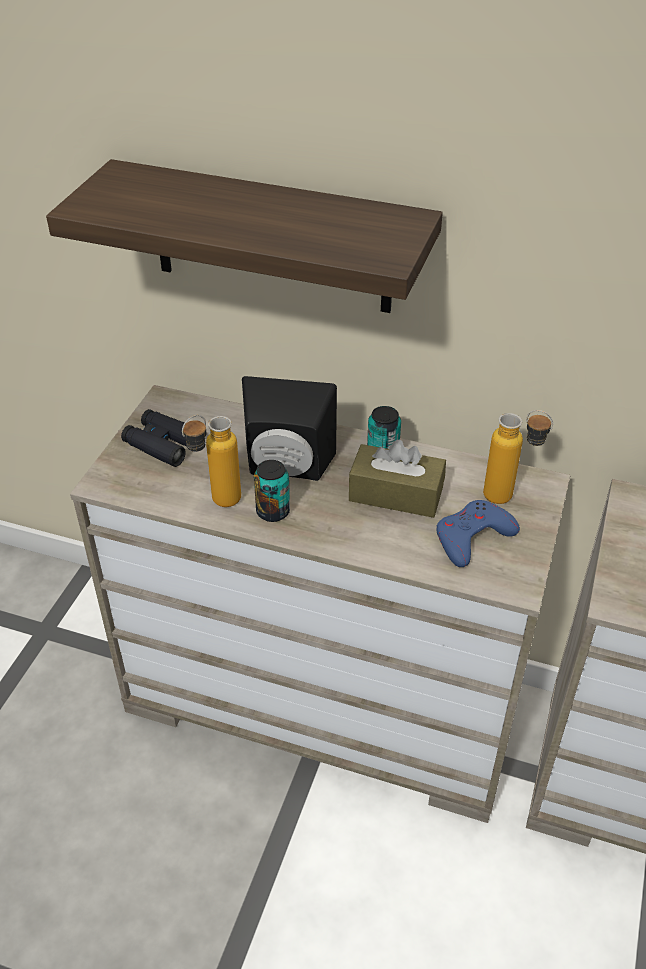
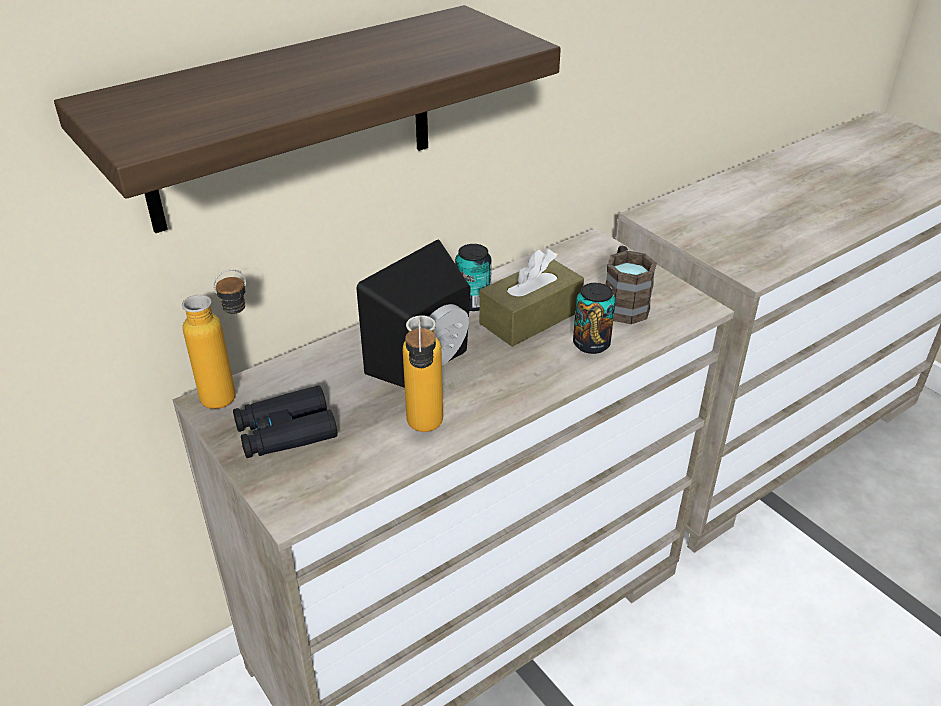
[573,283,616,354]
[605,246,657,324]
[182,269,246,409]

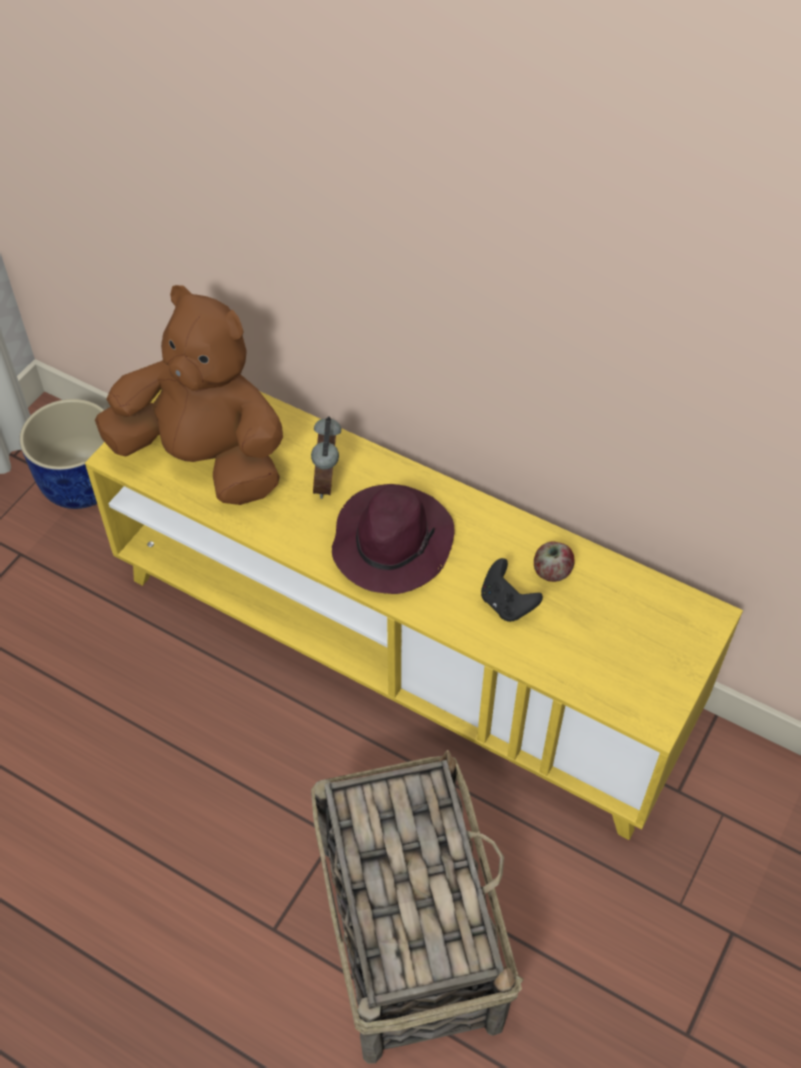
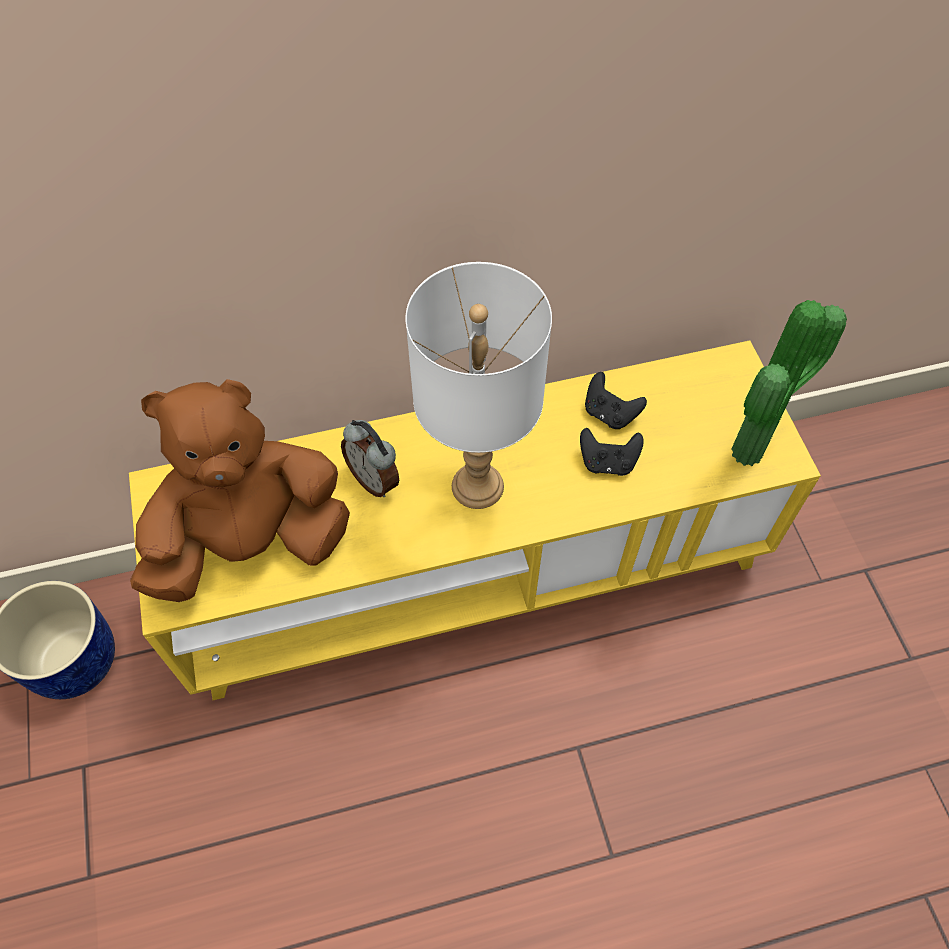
[311,750,524,1064] (first image)
[406,262,552,509]
[585,372,647,429]
[731,300,847,466]

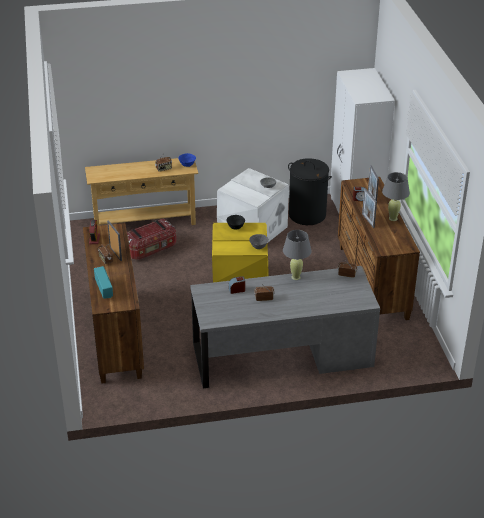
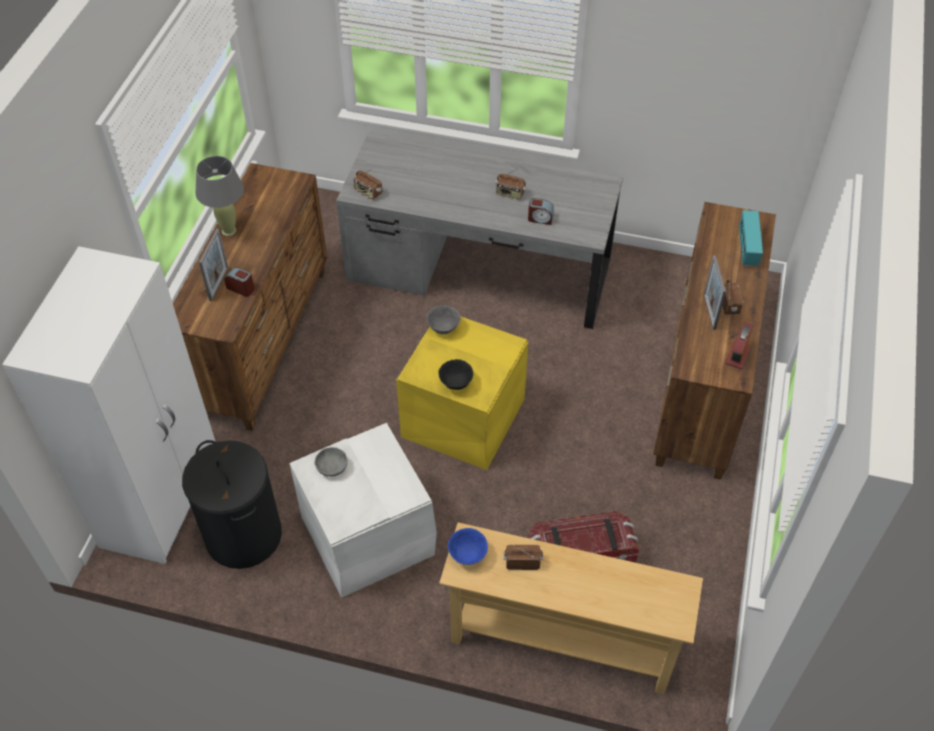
[283,230,312,280] (first image)
[362,188,377,228] (first image)

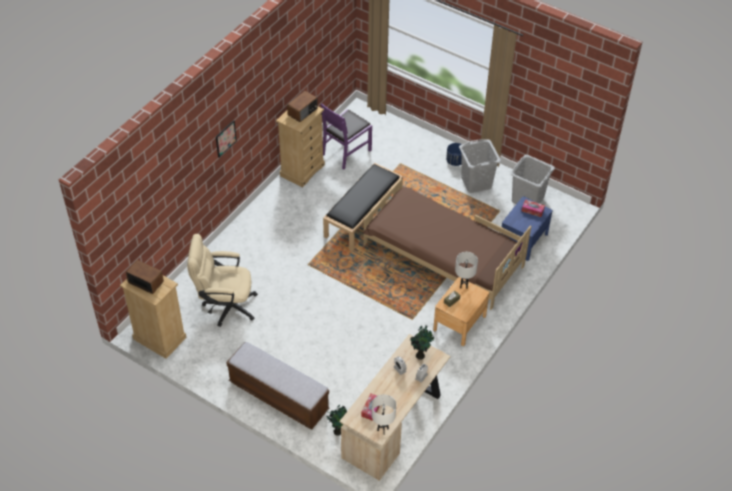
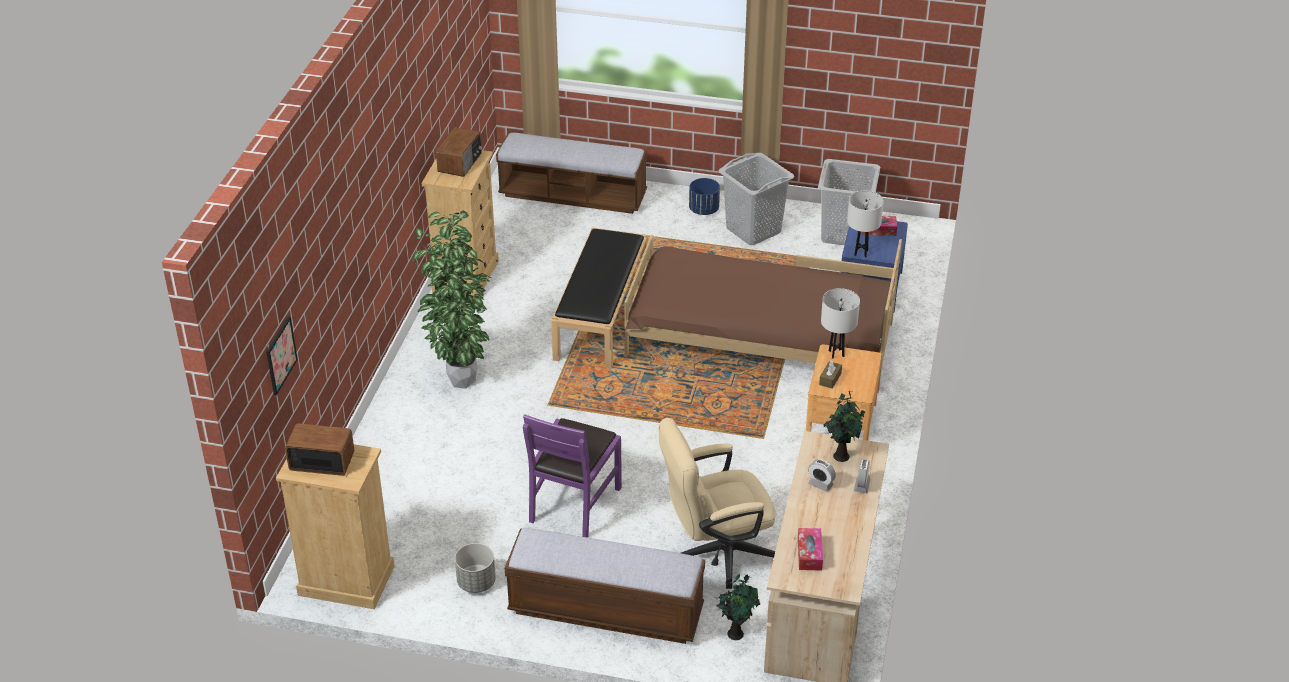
[659,418,776,589]
[266,317,298,395]
[523,414,622,538]
[847,191,884,257]
[413,210,492,389]
[455,543,496,593]
[496,132,647,214]

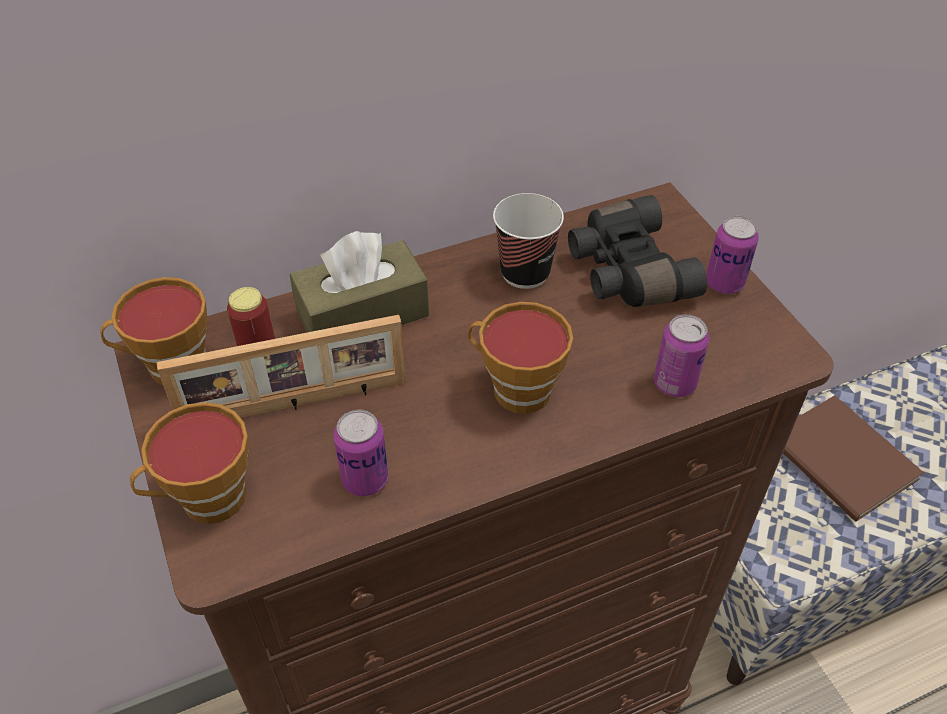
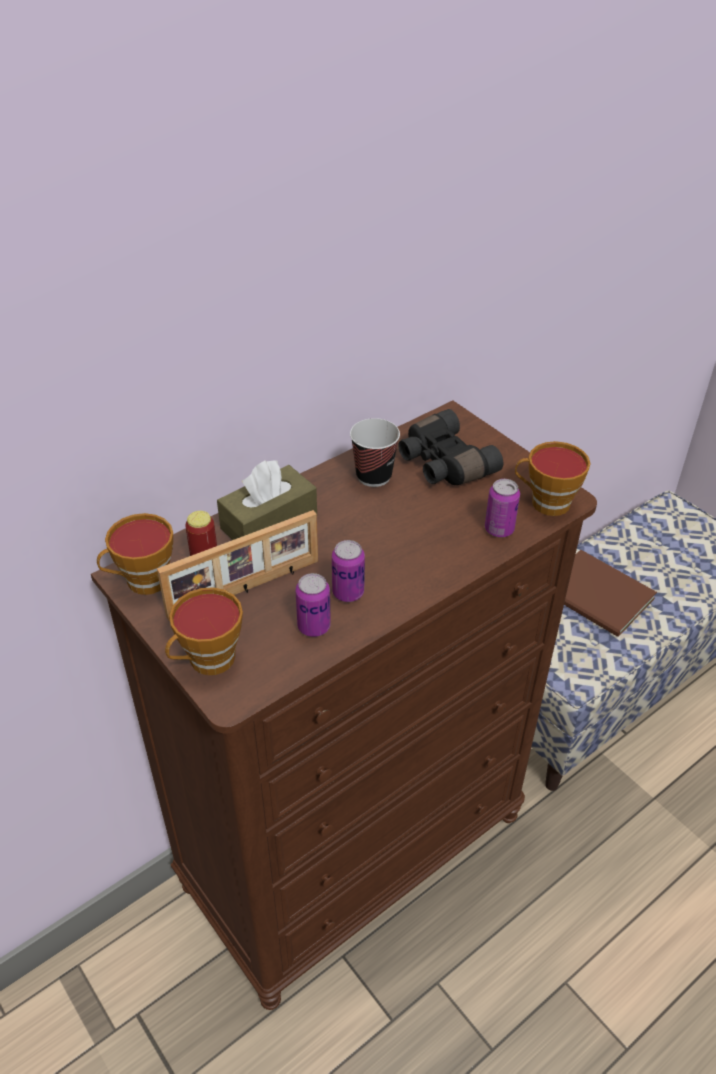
[515,441,590,516]
[332,540,365,602]

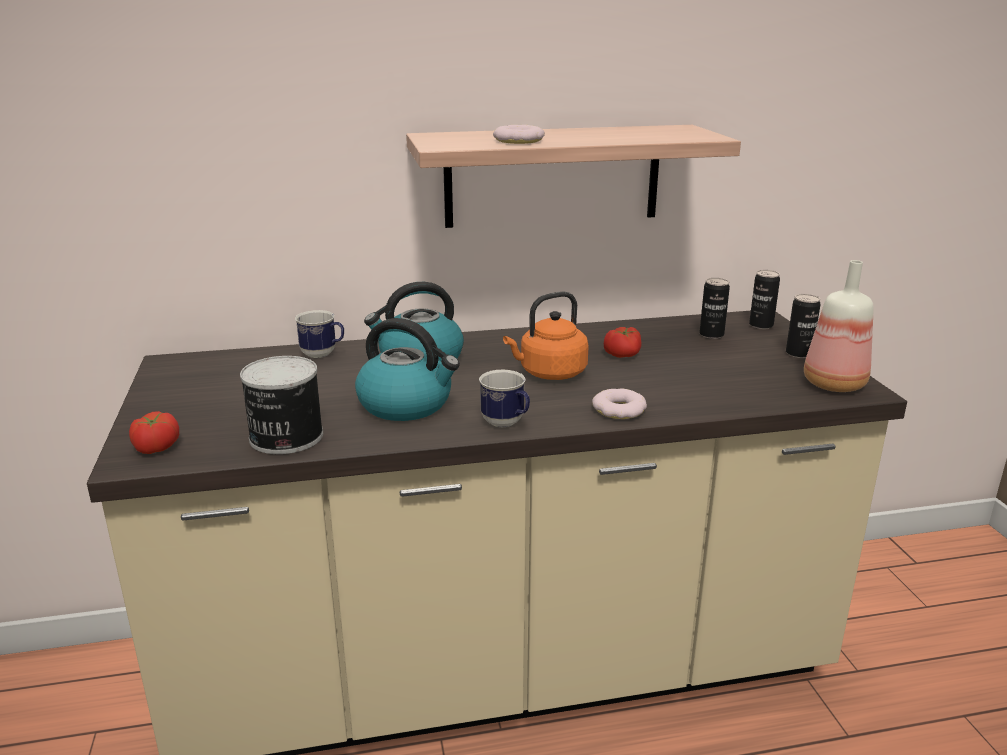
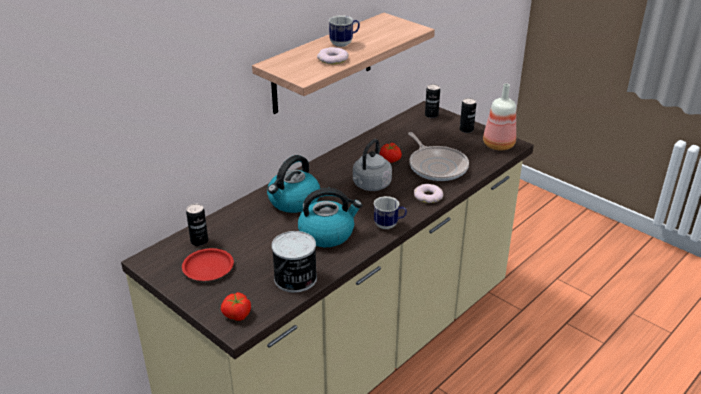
[328,15,360,47]
[353,139,392,191]
[186,204,208,246]
[182,248,234,281]
[408,132,469,181]

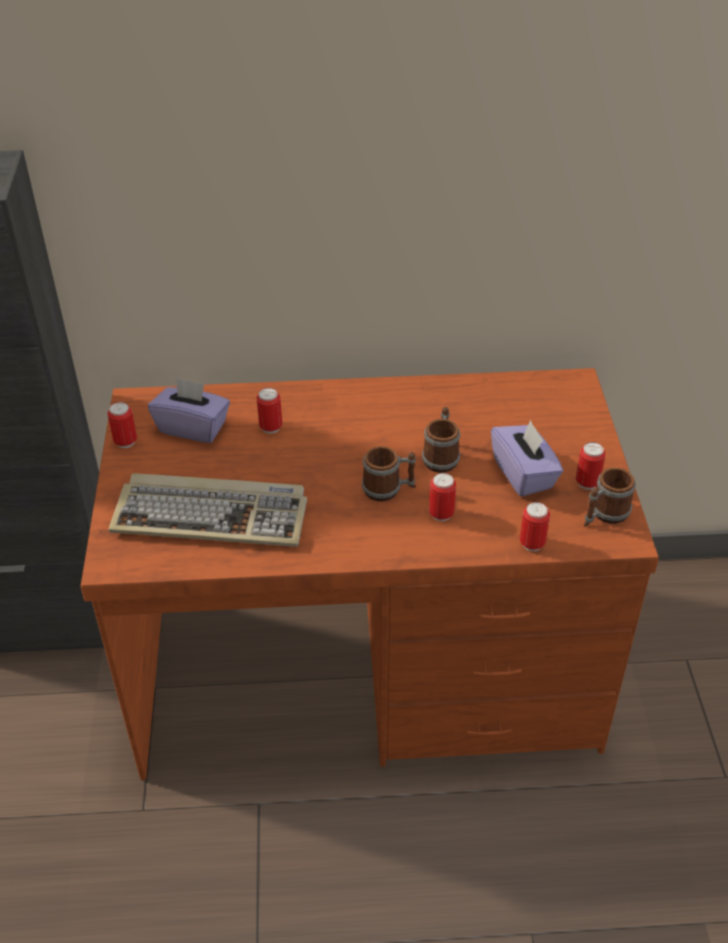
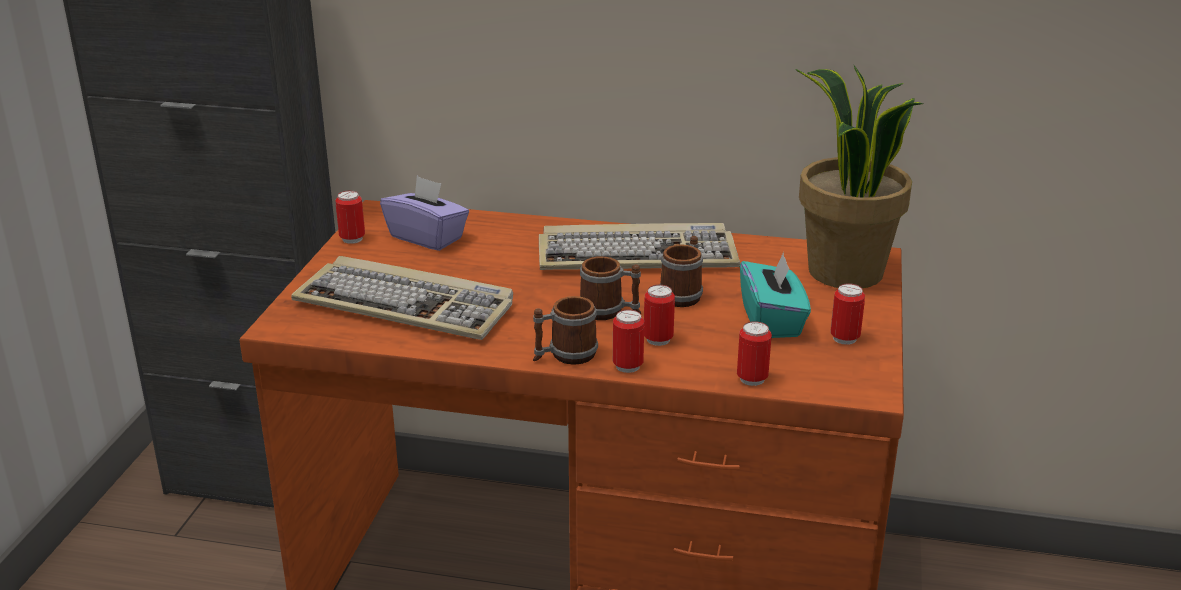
[613,309,644,373]
[740,252,811,338]
[533,296,598,365]
[539,223,740,270]
[795,66,924,288]

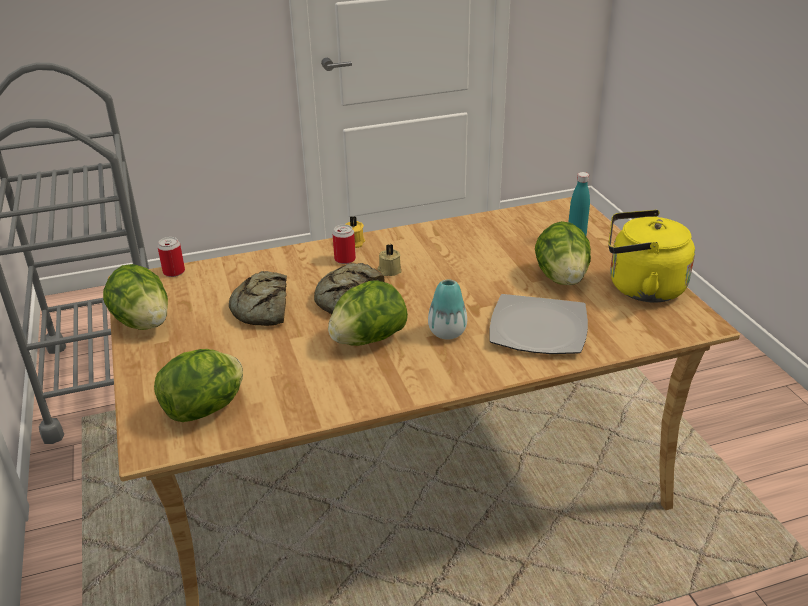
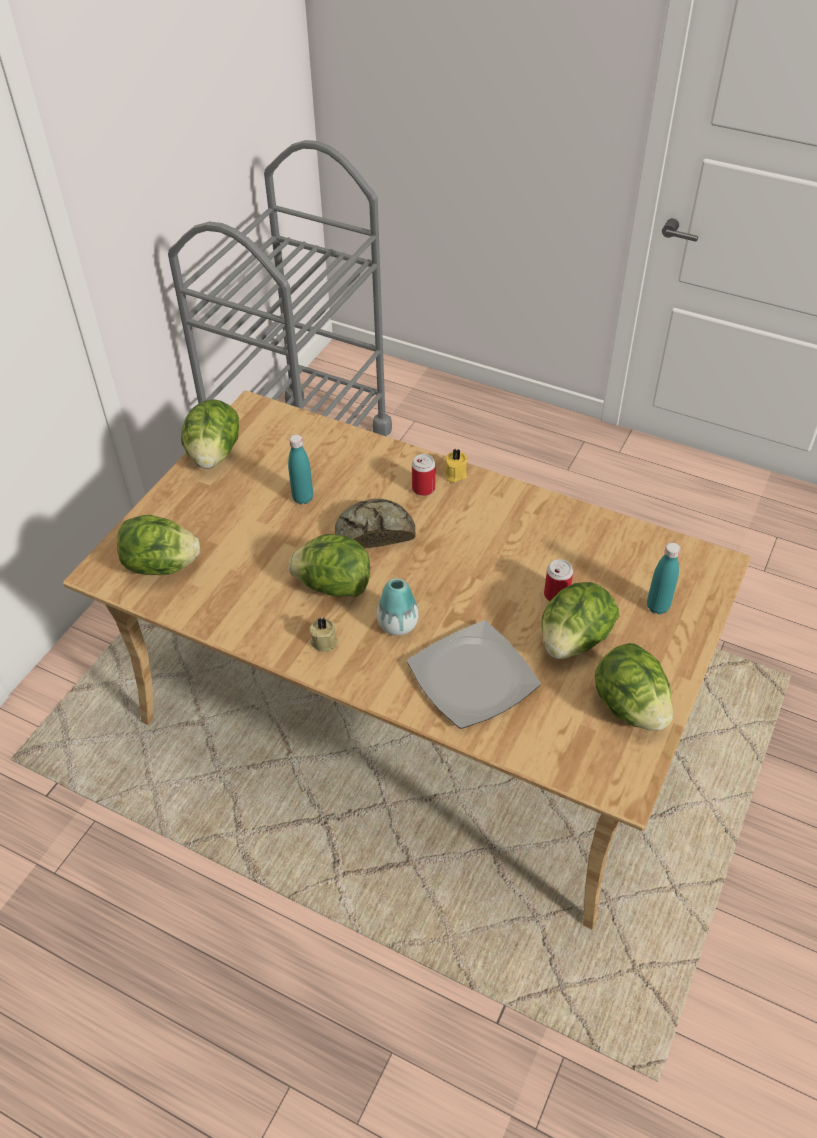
[544,559,573,601]
[288,434,313,504]
[309,618,338,652]
[595,643,673,730]

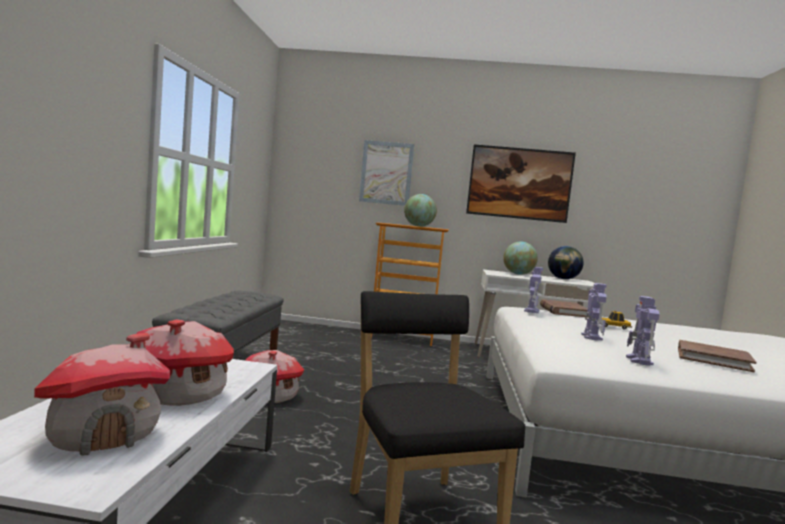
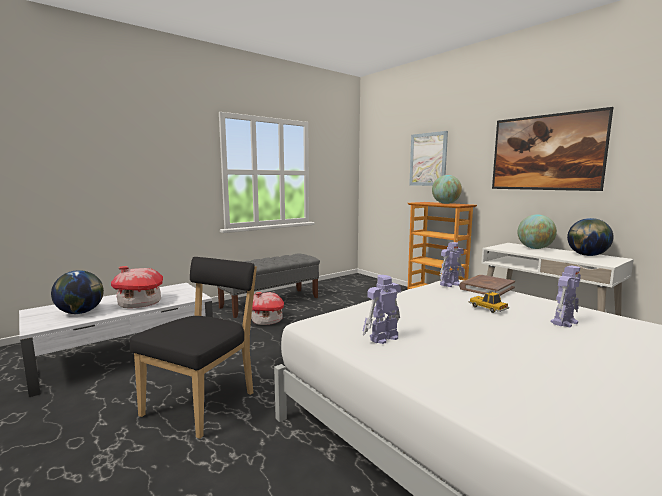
[51,270,104,314]
[551,265,581,327]
[678,340,756,372] (first image)

